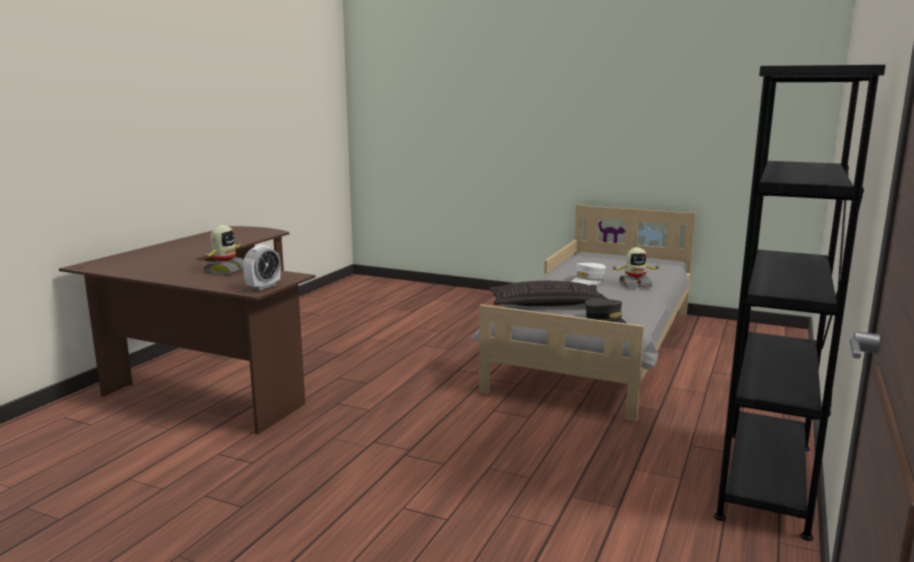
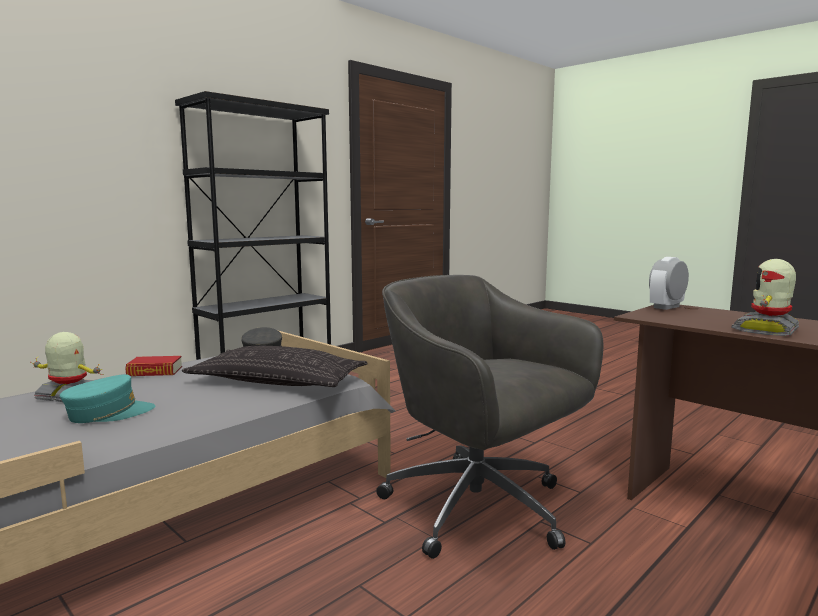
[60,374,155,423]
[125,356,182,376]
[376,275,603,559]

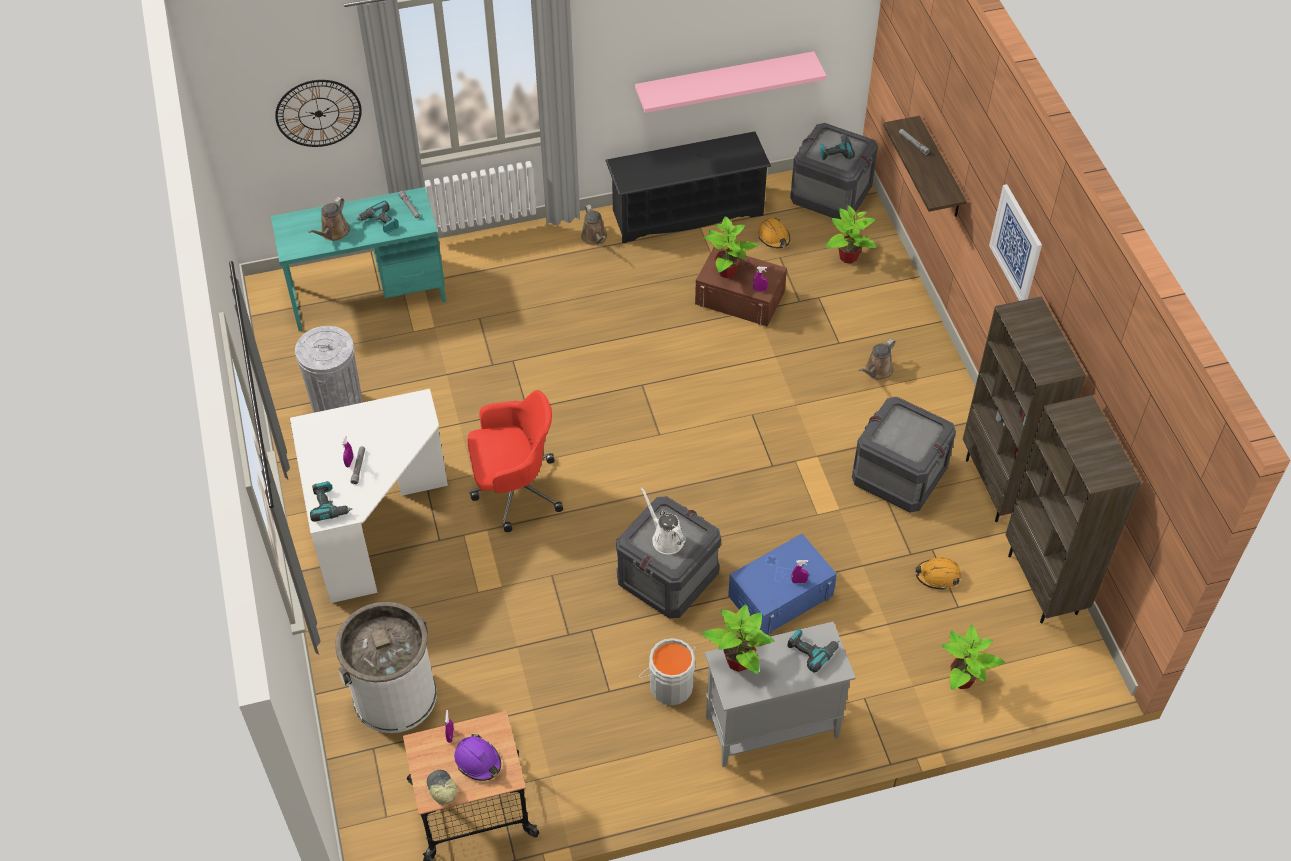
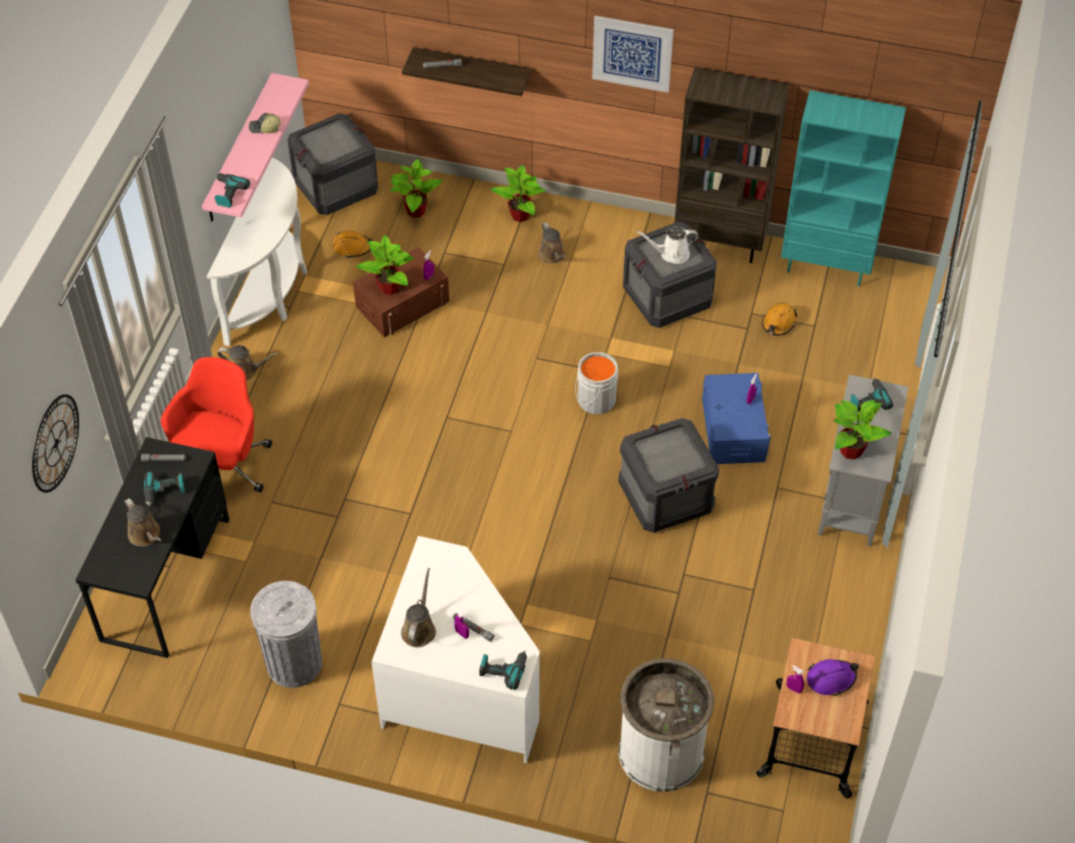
[76,437,229,658]
[249,113,281,133]
[161,357,272,492]
[207,158,307,346]
[575,352,618,414]
[636,227,698,264]
[214,173,250,208]
[491,165,546,222]
[781,90,906,286]
[401,568,436,647]

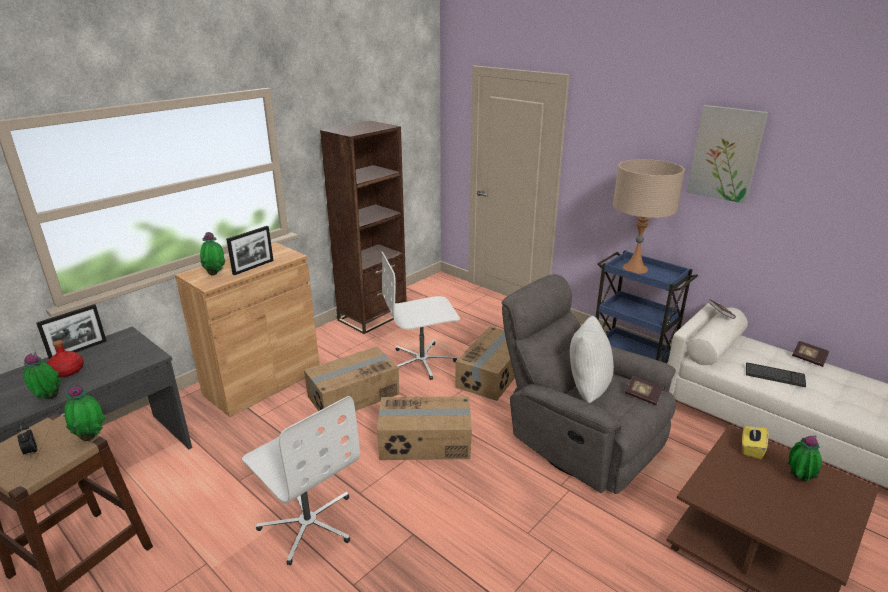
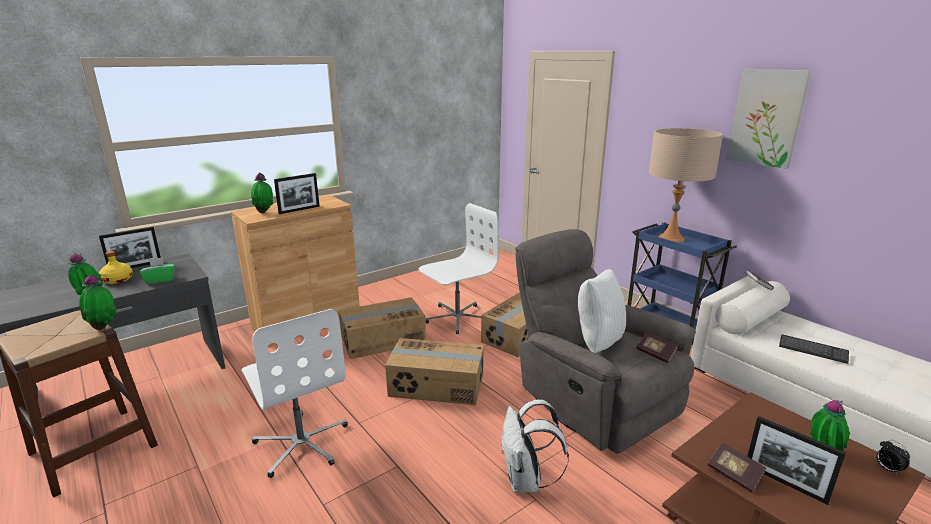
[876,440,910,475]
[99,251,133,284]
[320,121,407,334] (first image)
[419,203,499,334]
[742,425,768,459] (first image)
[708,443,766,492]
[140,257,175,284]
[501,399,569,493]
[747,416,846,505]

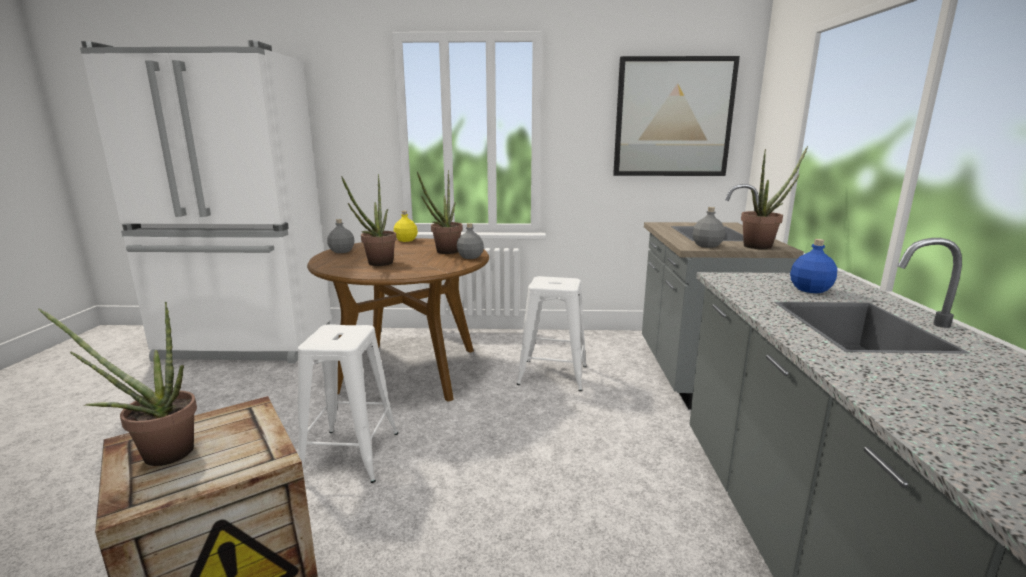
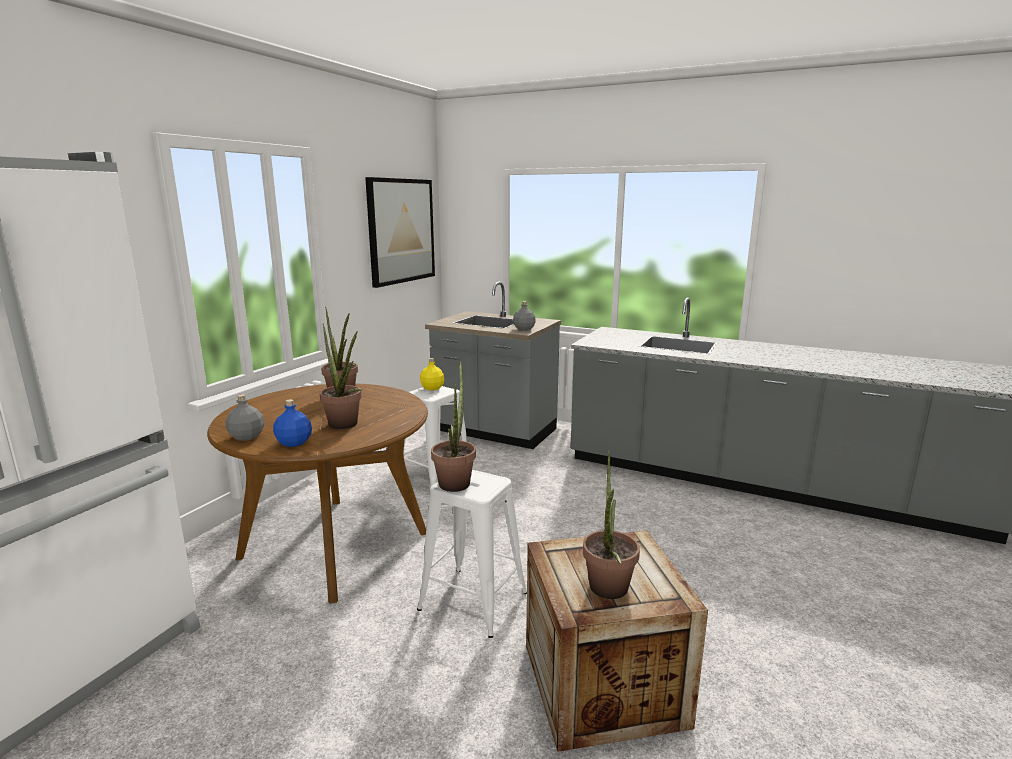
[420,358,445,390]
[457,223,484,259] (first image)
[431,360,476,492]
[273,399,312,447]

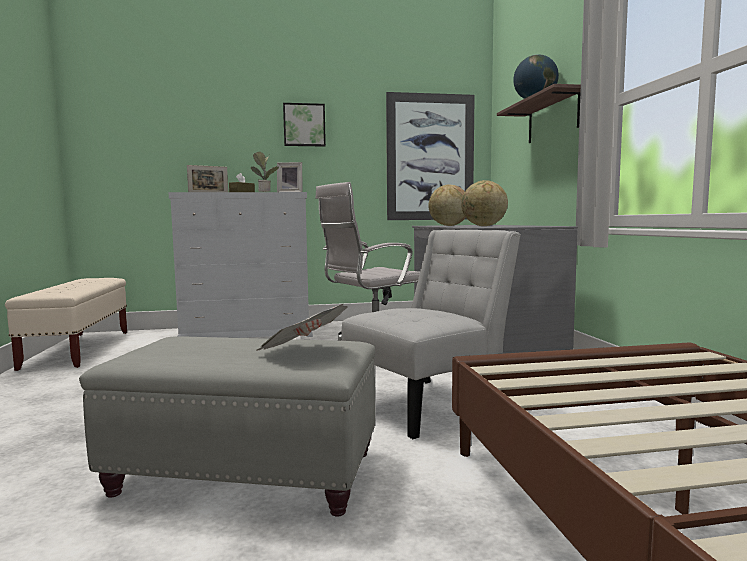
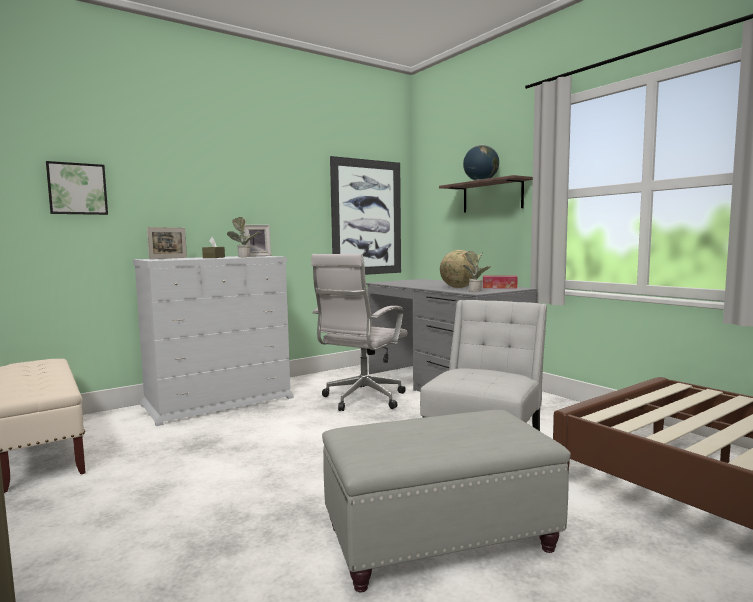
[257,304,348,351] (first image)
[46,161,108,215]
[428,185,466,226] (first image)
[463,251,491,292]
[483,276,517,289]

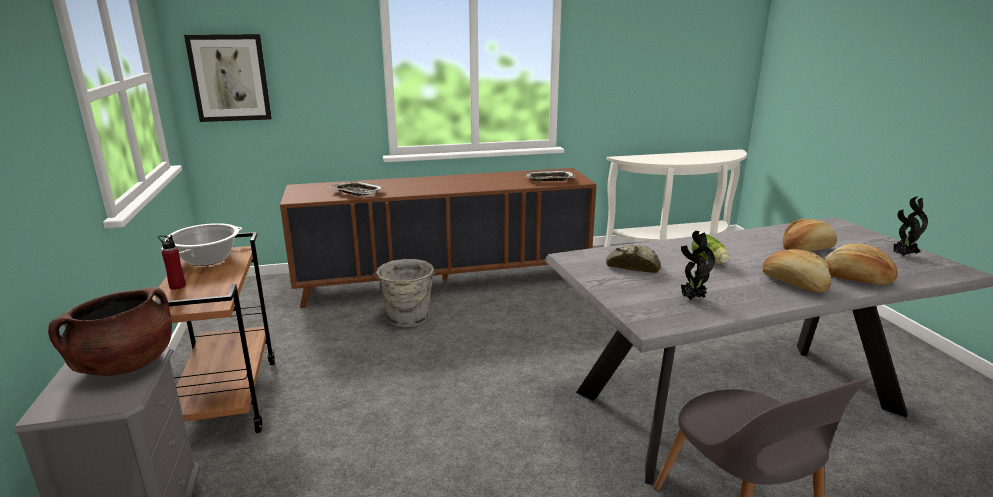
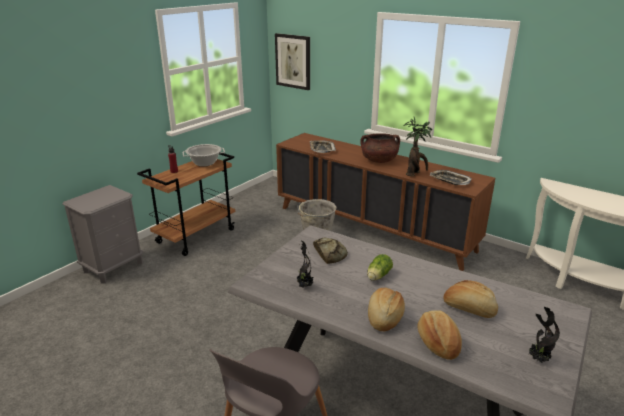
[360,133,400,163]
[403,117,432,176]

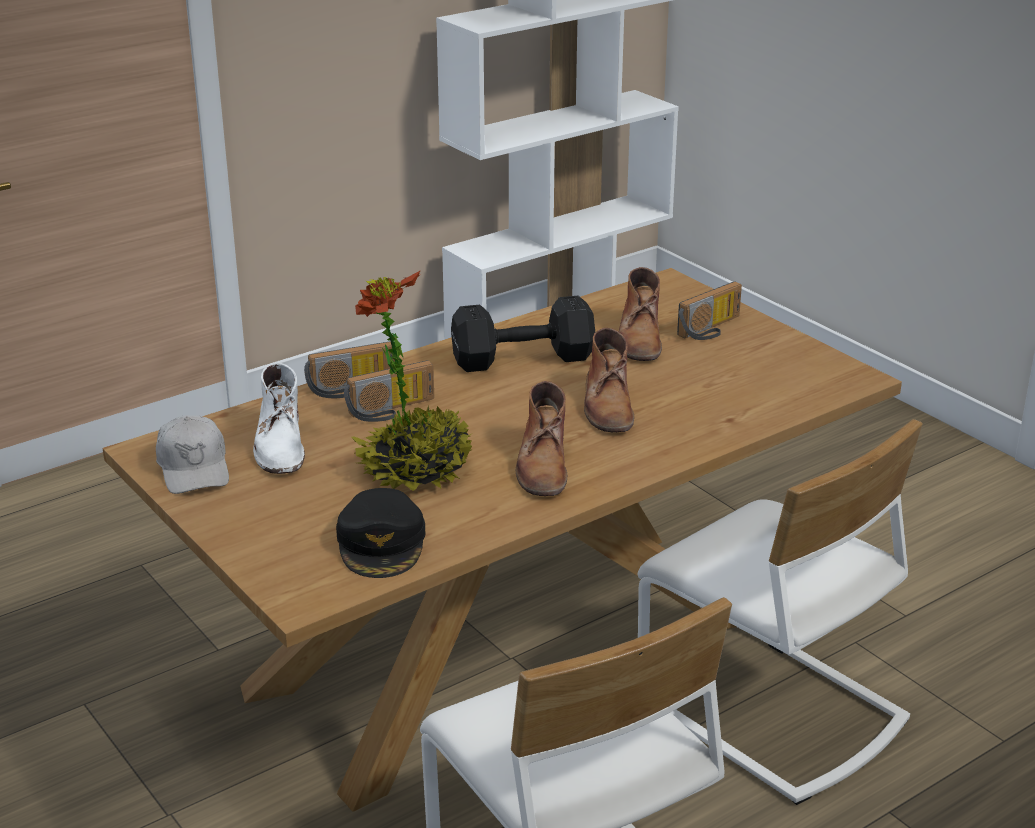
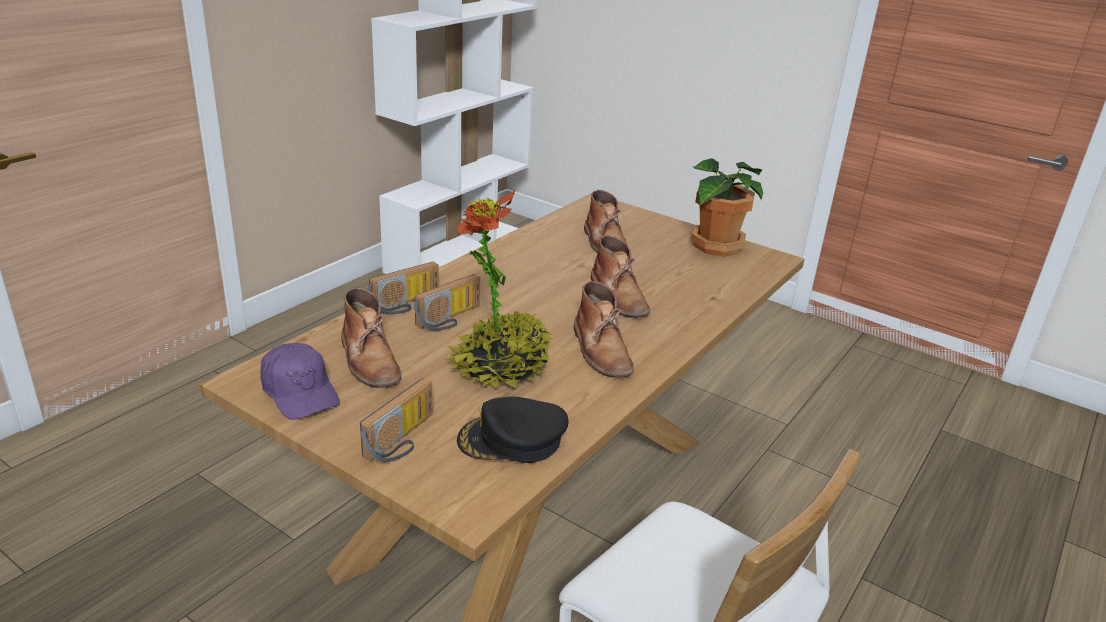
[260,343,340,420]
[341,287,401,388]
[457,397,569,463]
[451,296,595,372] (first image)
[637,419,923,805] (first image)
[360,378,433,462]
[691,158,763,257]

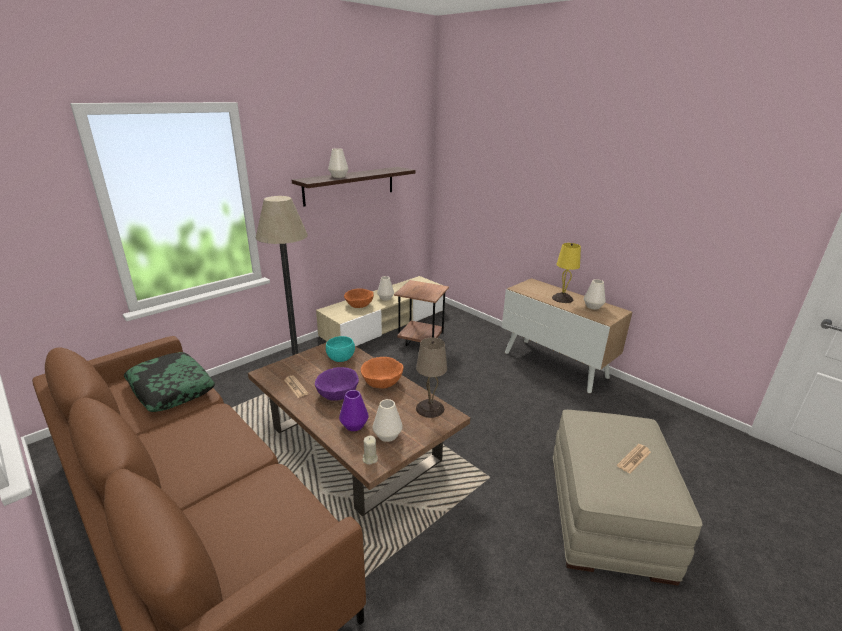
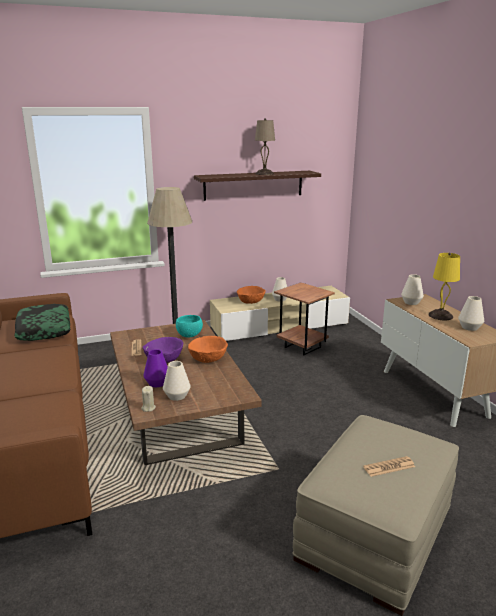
[401,274,424,305]
[255,118,275,175]

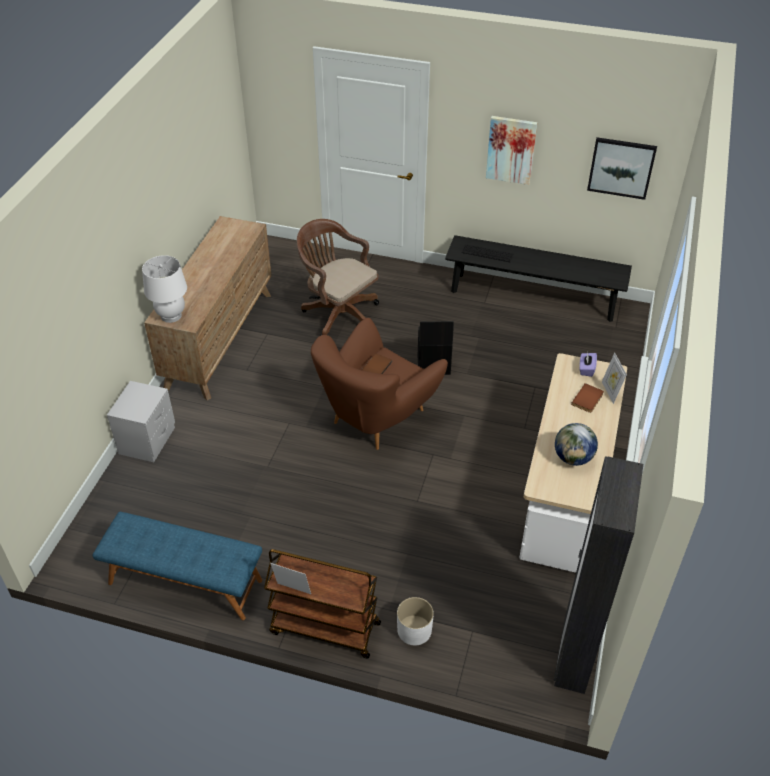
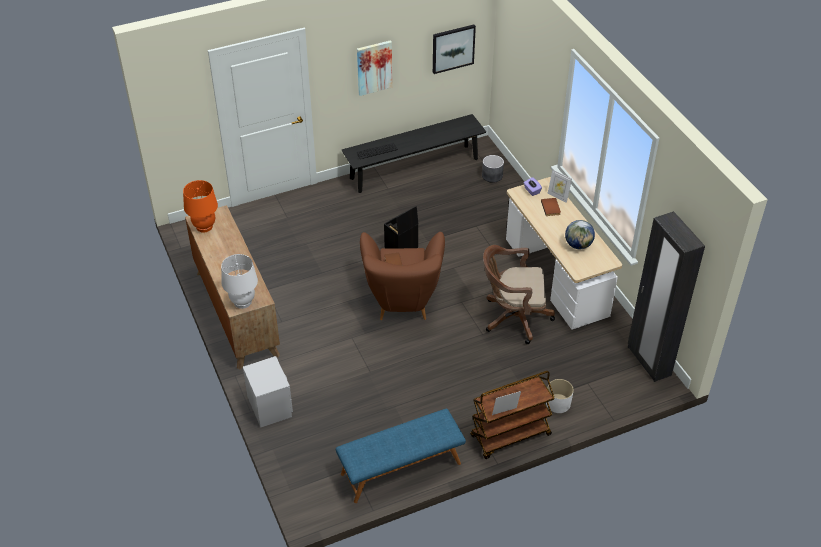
[483,245,555,344]
[183,180,218,233]
[482,155,504,183]

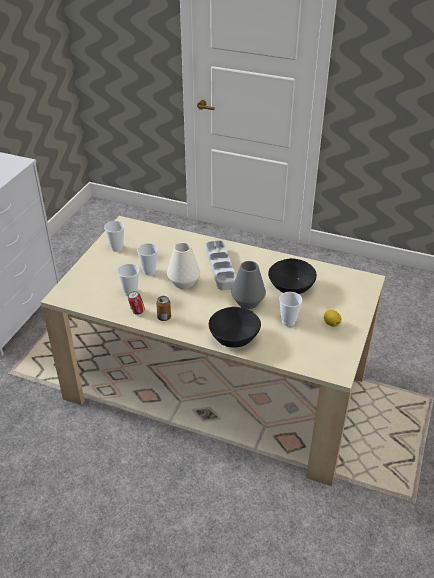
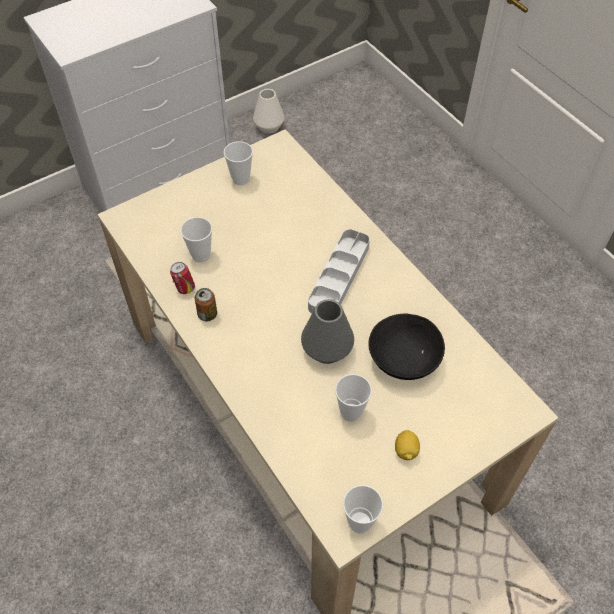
[343,485,383,534]
[253,89,285,134]
[209,307,261,347] (first image)

